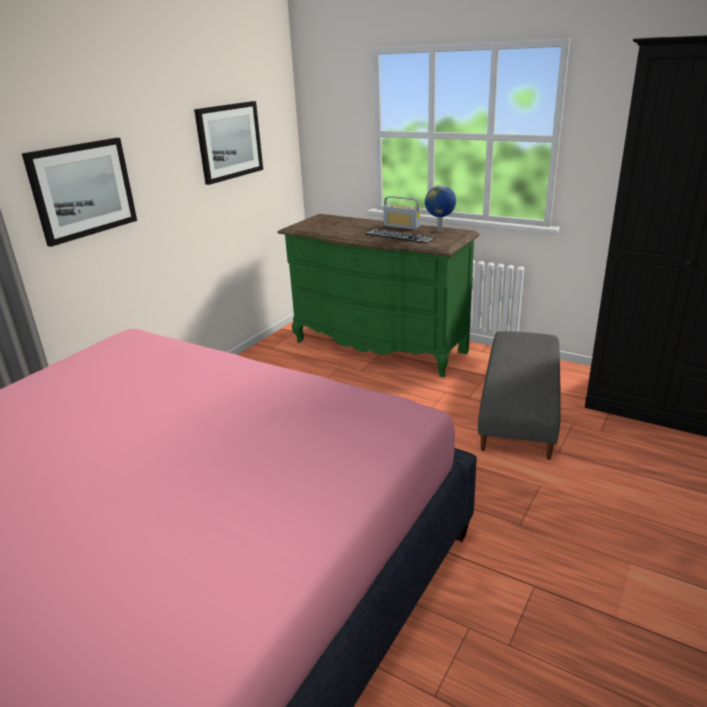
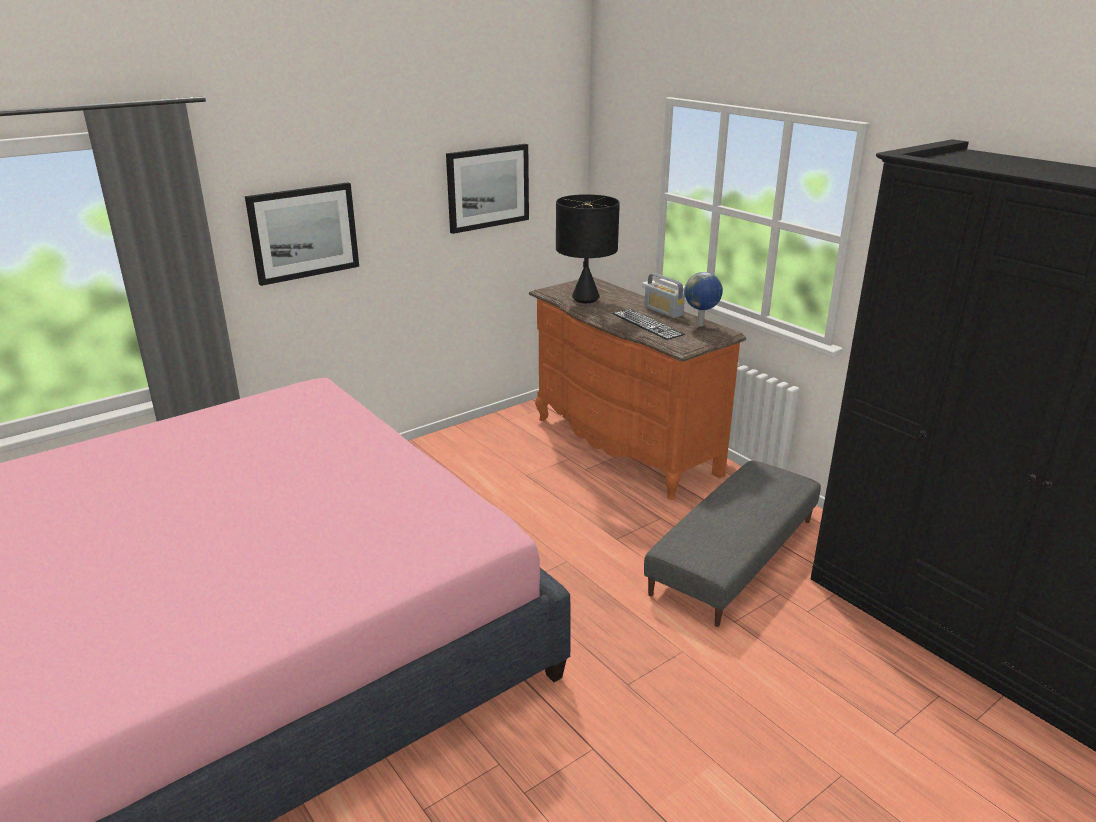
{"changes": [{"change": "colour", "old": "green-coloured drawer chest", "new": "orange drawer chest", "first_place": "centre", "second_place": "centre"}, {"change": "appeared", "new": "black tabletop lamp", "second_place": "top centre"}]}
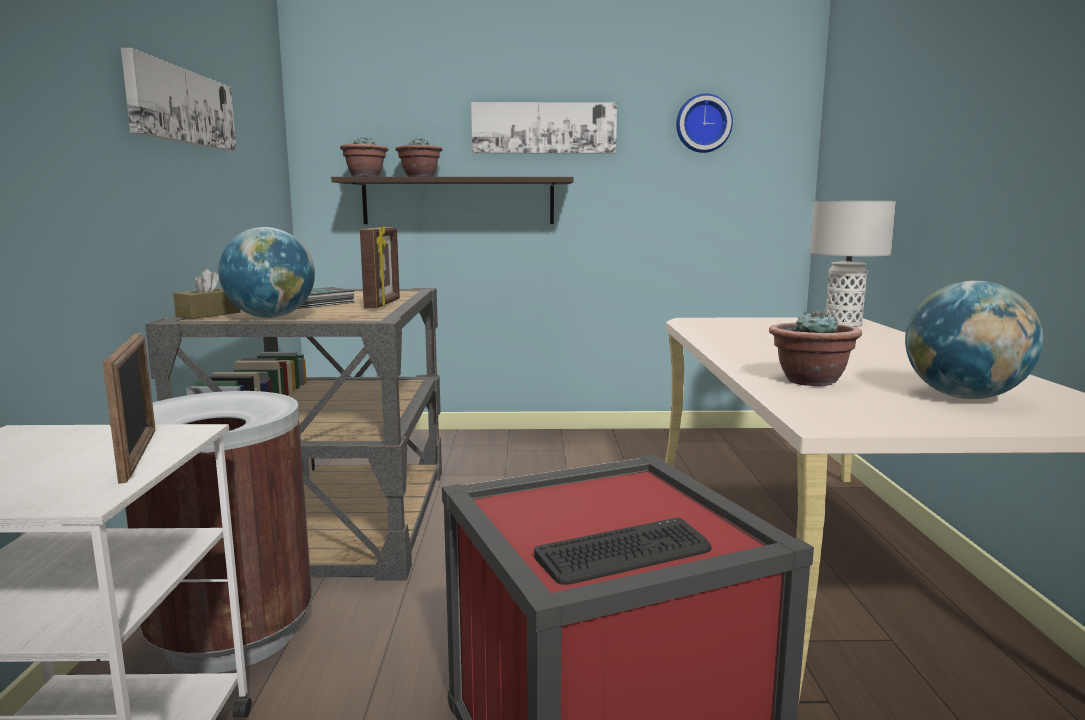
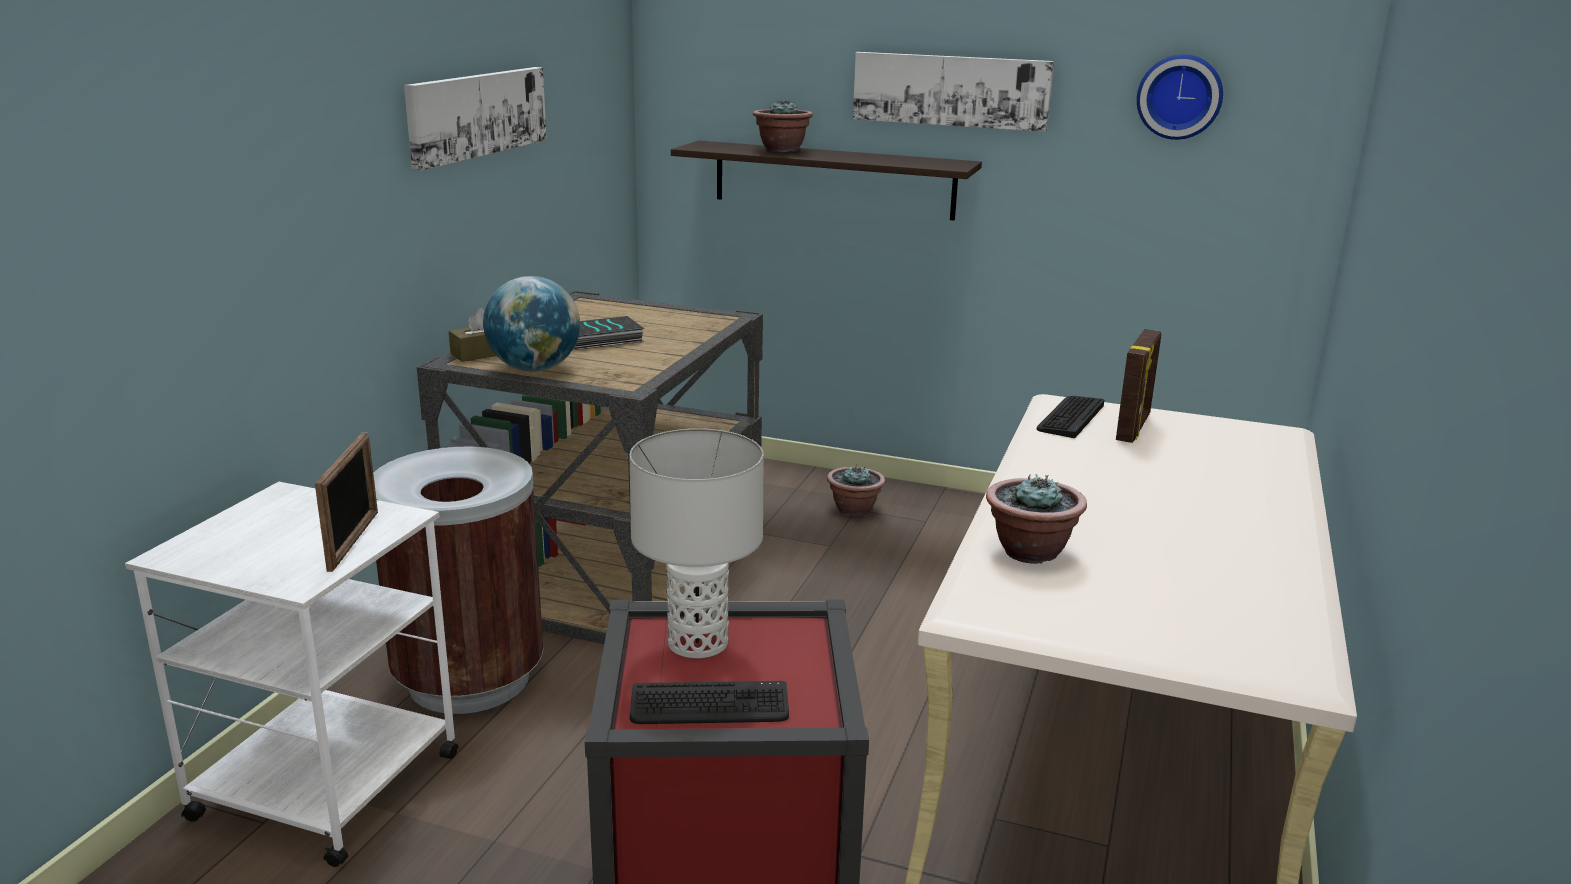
{"changes": [{"change": "relocated", "old": "whitish tabletop lamp", "first_place": "middle right", "second_place": "centre"}, {"change": "relocated", "old": "houseplant (no. 1 from left in the first image)", "new": "houseplant (no. 2 from left)", "first_place": "top centre", "second_place": "centre"}, {"change": "appeared", "new": "keyboard (no. 2 from left)", "second_place": "middle right"}, {"change": "relocated", "old": "standing frame (no. 2 from left)", "first_place": "centre", "second_place": "middle right"}, {"change": "missing", "old": "globe (no. 2 from left)", "first_place": "middle right"}]}
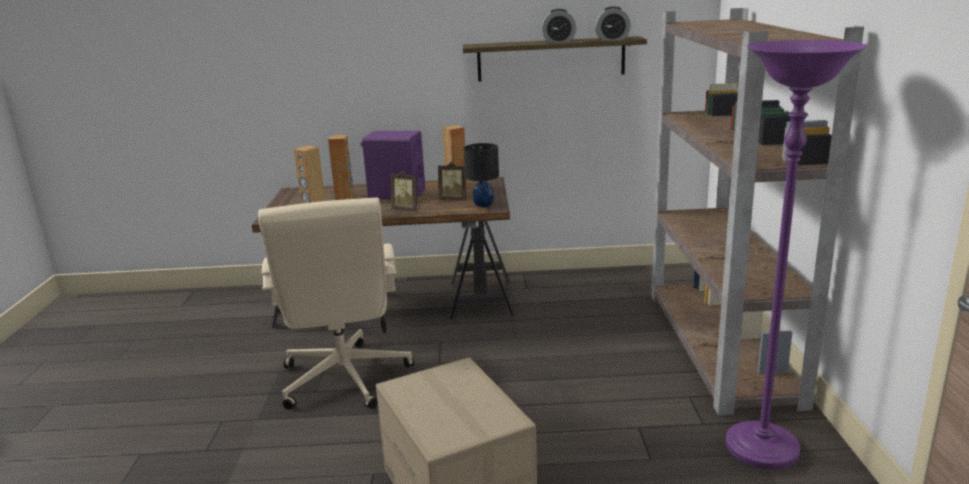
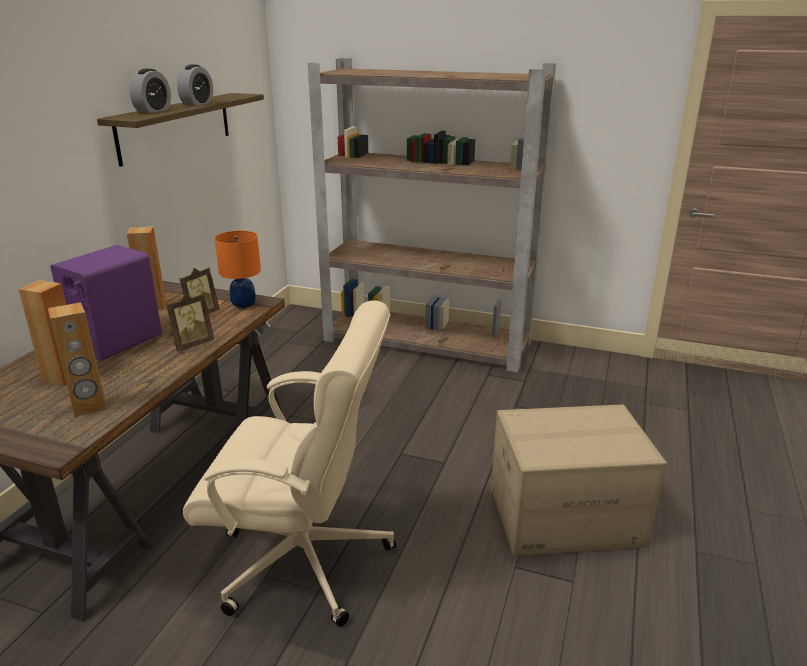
{"changes": [{"change": "relocated", "old": "bedside clock (no. 2 from left in the first image)", "new": "bedside clock (no. 1 from left)", "first_place": "top centre", "second_place": "top left"}, {"change": "colour", "old": "black tabletop lamp", "new": "orange tabletop lamp", "first_place": "centre", "second_place": "middle left"}, {"change": "missing", "old": "purple-coloured standard lamp", "first_place": "middle right"}]}
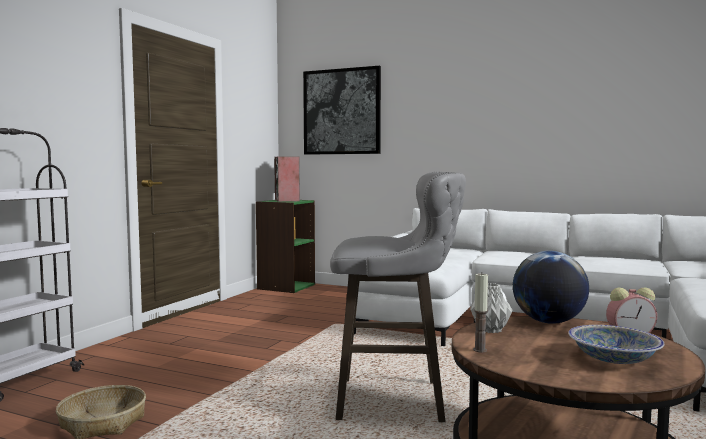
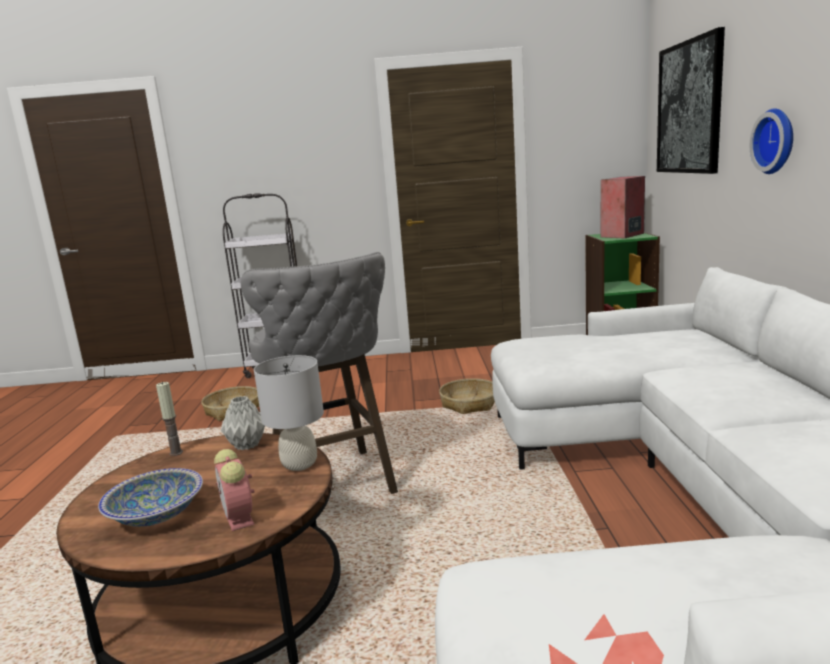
{"changes": [{"change": "exchanged", "old": "globe", "new": "grey tabletop lamp", "first_place": "middle right", "second_place": "centre"}, {"change": "appeared", "new": "basket (no. 2 from left)", "second_place": "centre"}, {"change": "appeared", "new": "hanging clock", "second_place": "top right"}]}
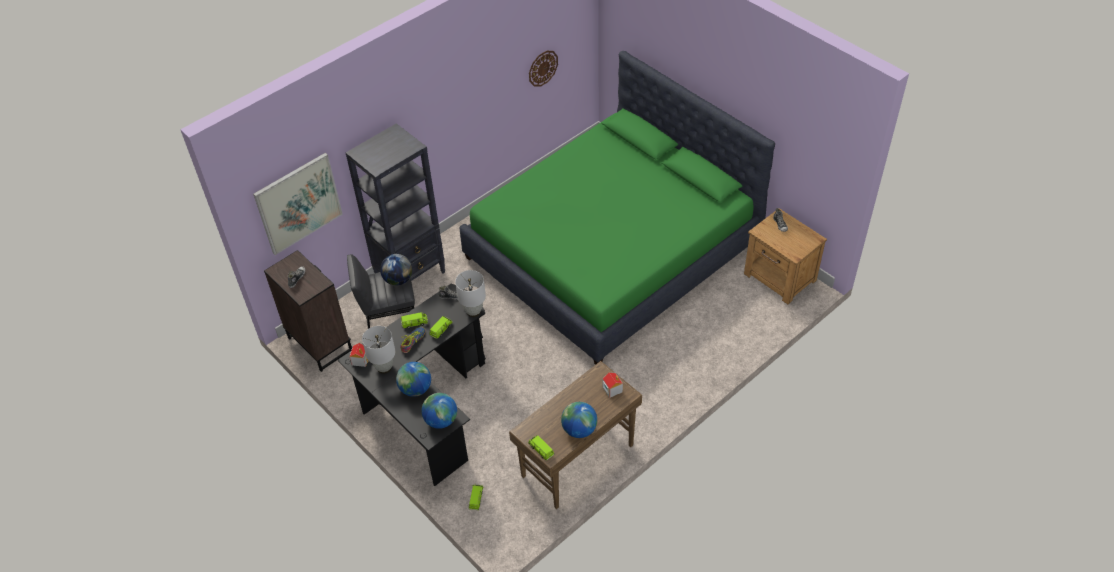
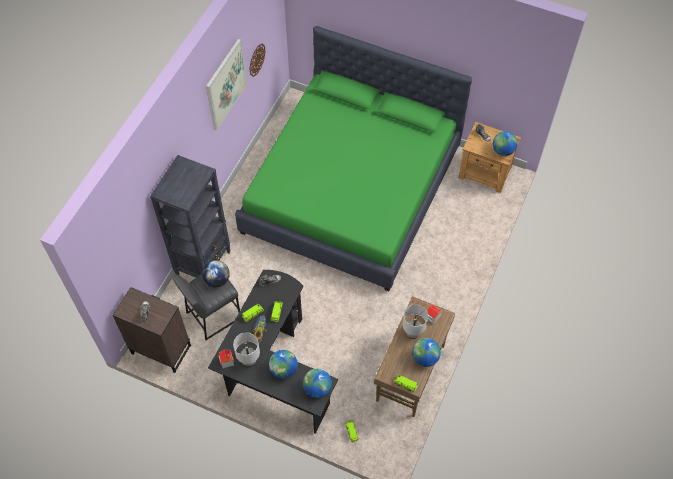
{"changes": [{"change": "relocated", "old": "wall picture", "first_place": "middle left", "second_place": "top centre"}, {"change": "relocated", "old": "whitish tabletop lamp (no. 2 from left)", "first_place": "centre", "second_place": "bottom centre"}, {"change": "appeared", "new": "globe (no. 5 from left)", "second_place": "top right"}]}
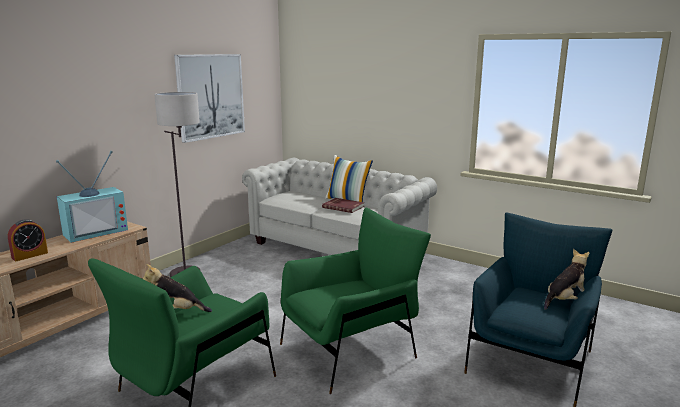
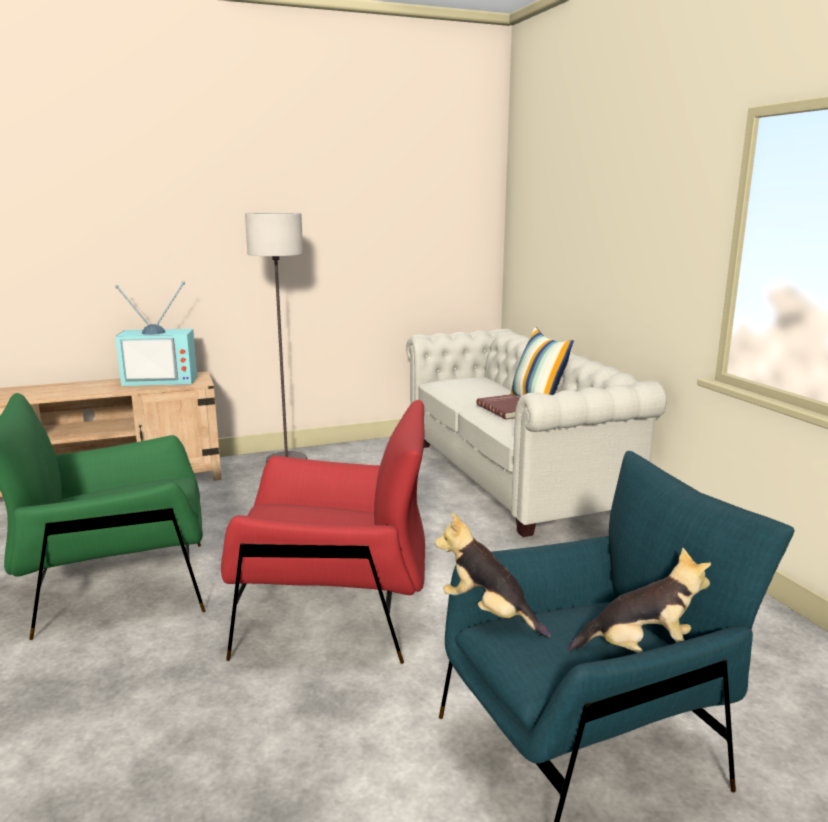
{"changes": [{"change": "colour", "old": "green-coloured lounge chair (no. 2 from left)", "new": "red lounge chair", "first_place": "bottom centre", "second_place": "centre"}, {"change": "relocated", "old": "cuddly toy (no. 1 from left)", "first_place": "bottom left", "second_place": "bottom centre"}, {"change": "missing", "old": "bedside clock", "first_place": "middle left"}, {"change": "missing", "old": "wall picture", "first_place": "top left"}]}
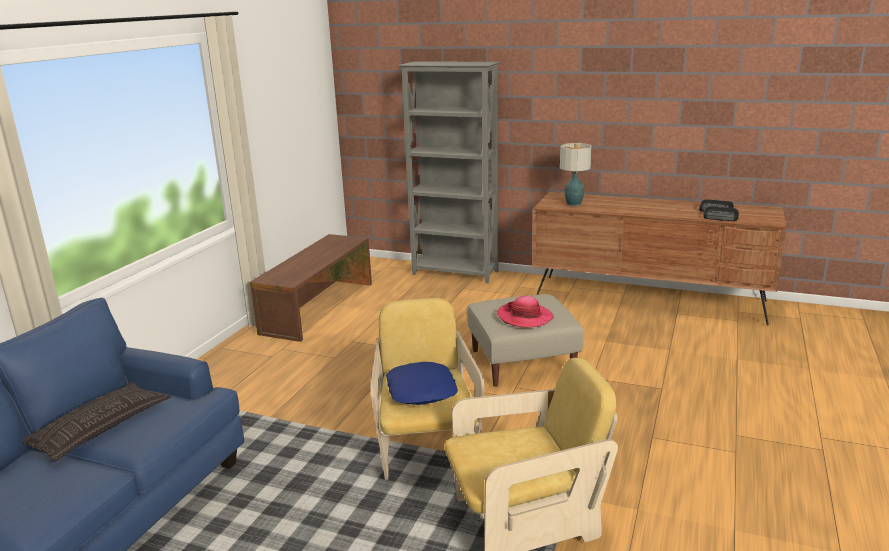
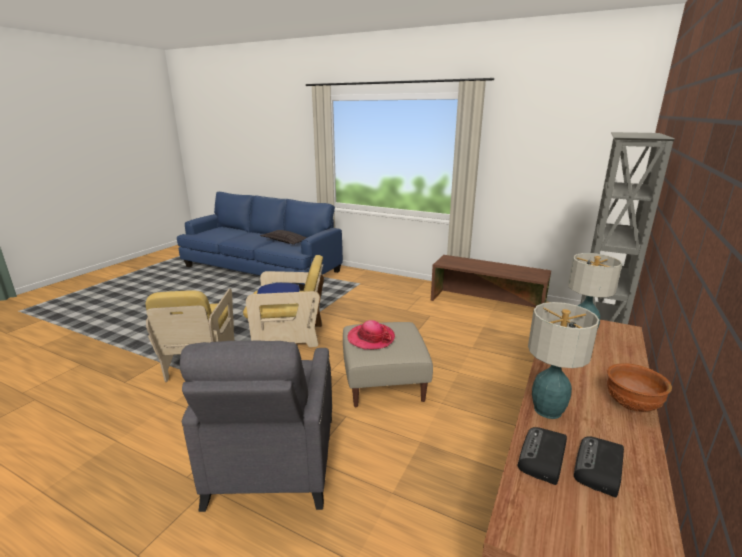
{"changes": [{"change": "appeared", "new": "grey lounge chair", "second_place": "bottom centre"}, {"change": "appeared", "new": "tabletop lamp (no. 1 from left)", "second_place": "middle right"}, {"change": "appeared", "new": "brownish serving bowl", "second_place": "bottom right"}]}
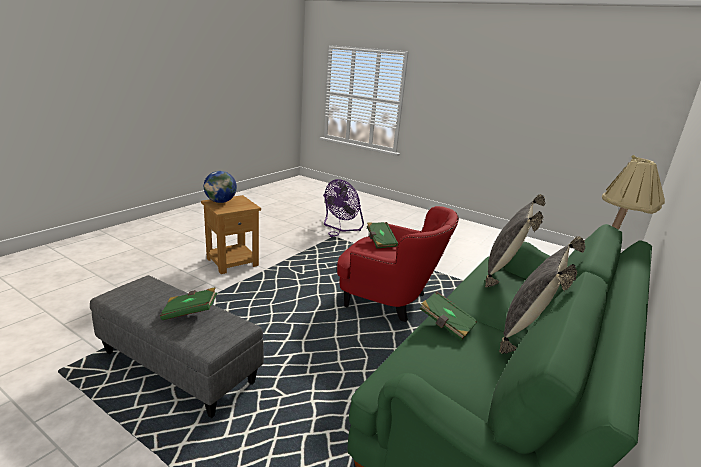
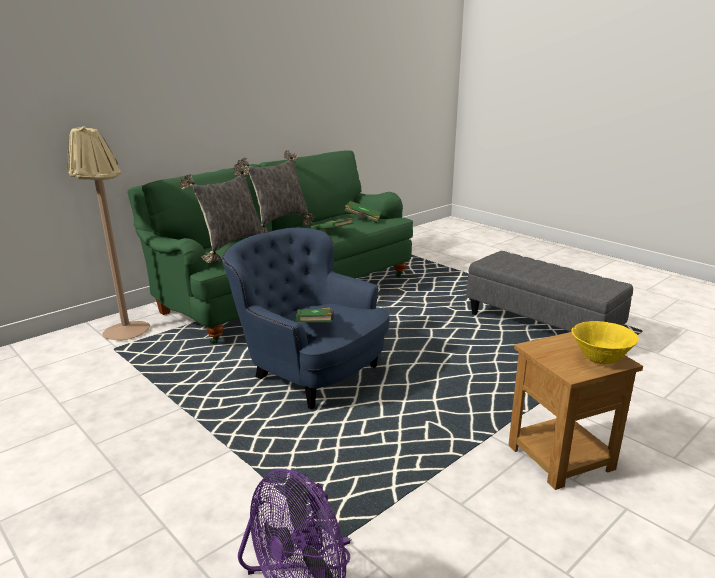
{"changes": [{"change": "colour", "old": "red lounge chair", "new": "blue-coloured lounge chair", "first_place": "centre", "second_place": "centre"}, {"change": "relocated", "old": "green-coloured volume (no. 1 from left in the first image)", "new": "green-coloured volume (no. 3 from left)", "first_place": "middle left", "second_place": "centre"}, {"change": "exchanged", "old": "globe", "new": "yellowish serving bowl", "first_place": "middle left", "second_place": "middle right"}]}
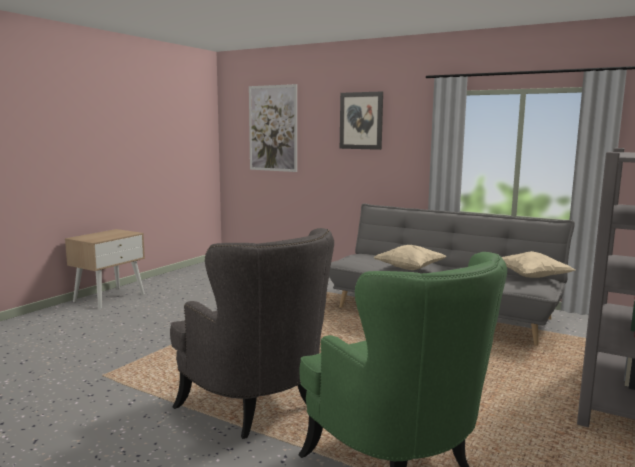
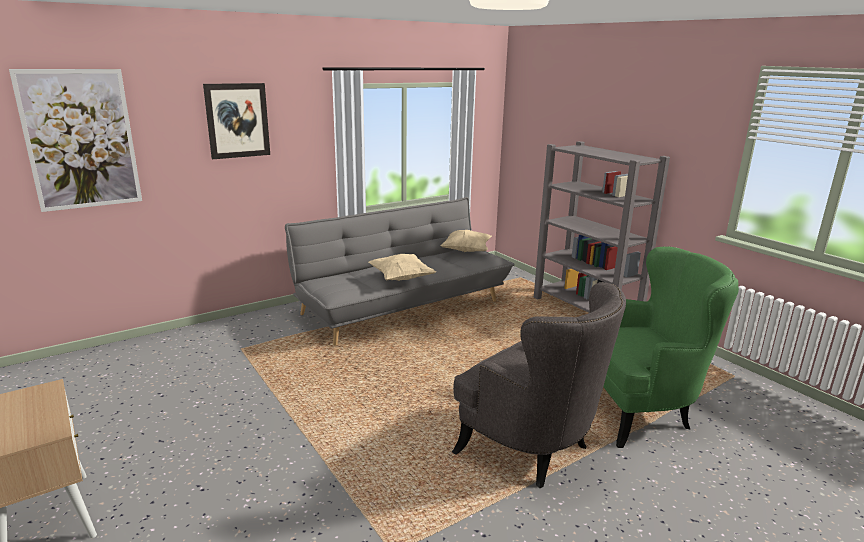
{"changes": [{"change": "spun", "old": "grey lounge chair", "first_place": "bottom centre", "second_place": "bottom centre", "degrees": 60}]}
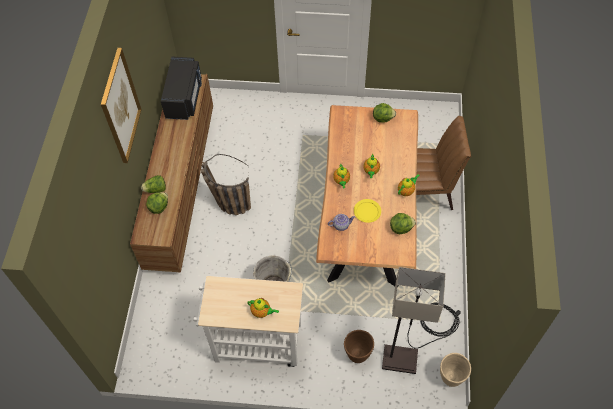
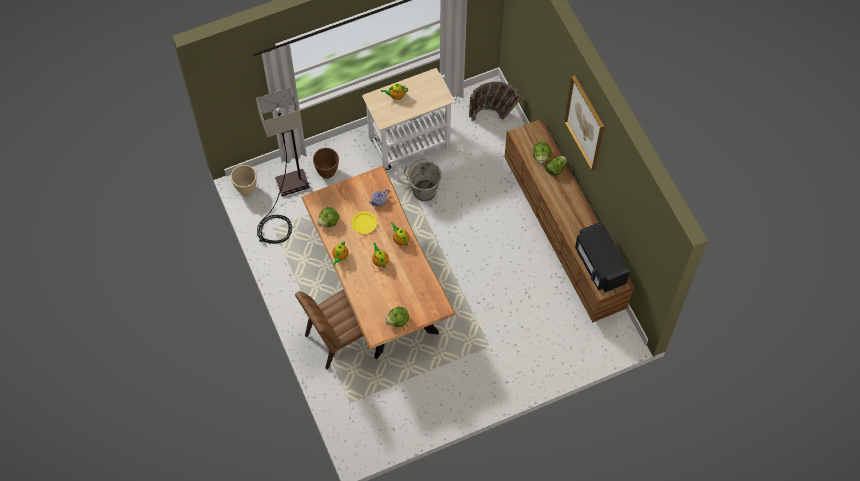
{"changes": [{"change": "relocated", "old": "basket", "first_place": "centre", "second_place": "top centre"}]}
